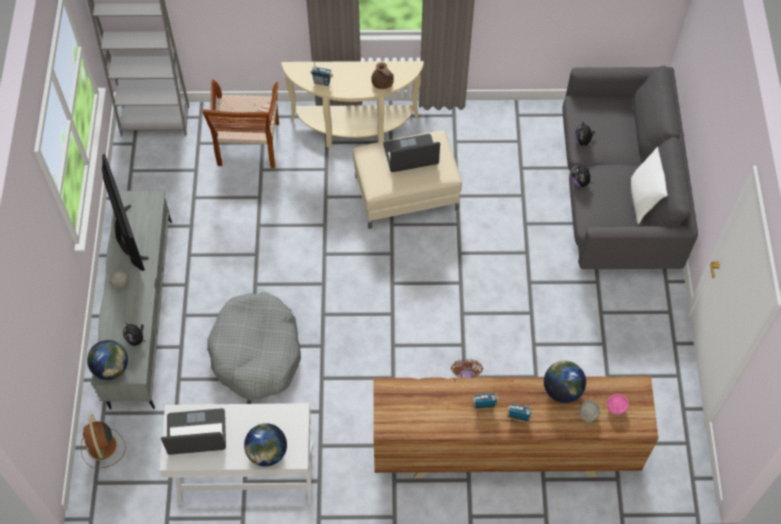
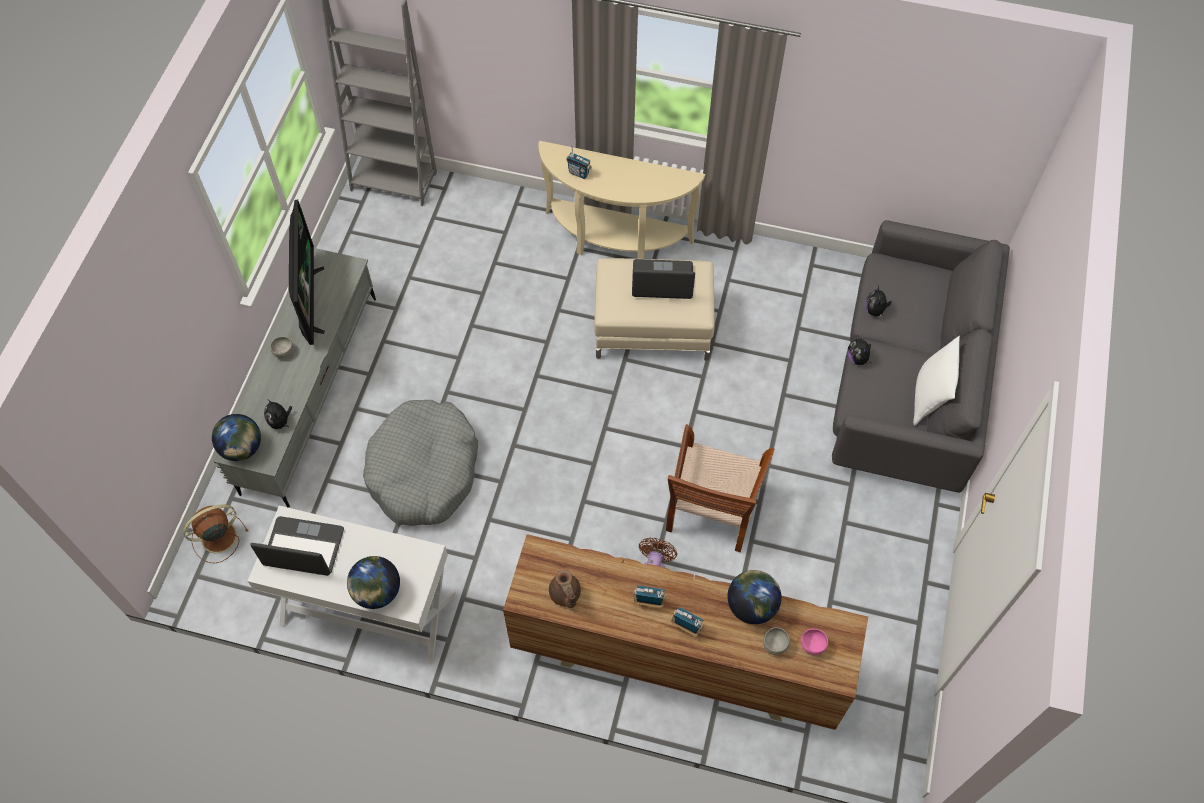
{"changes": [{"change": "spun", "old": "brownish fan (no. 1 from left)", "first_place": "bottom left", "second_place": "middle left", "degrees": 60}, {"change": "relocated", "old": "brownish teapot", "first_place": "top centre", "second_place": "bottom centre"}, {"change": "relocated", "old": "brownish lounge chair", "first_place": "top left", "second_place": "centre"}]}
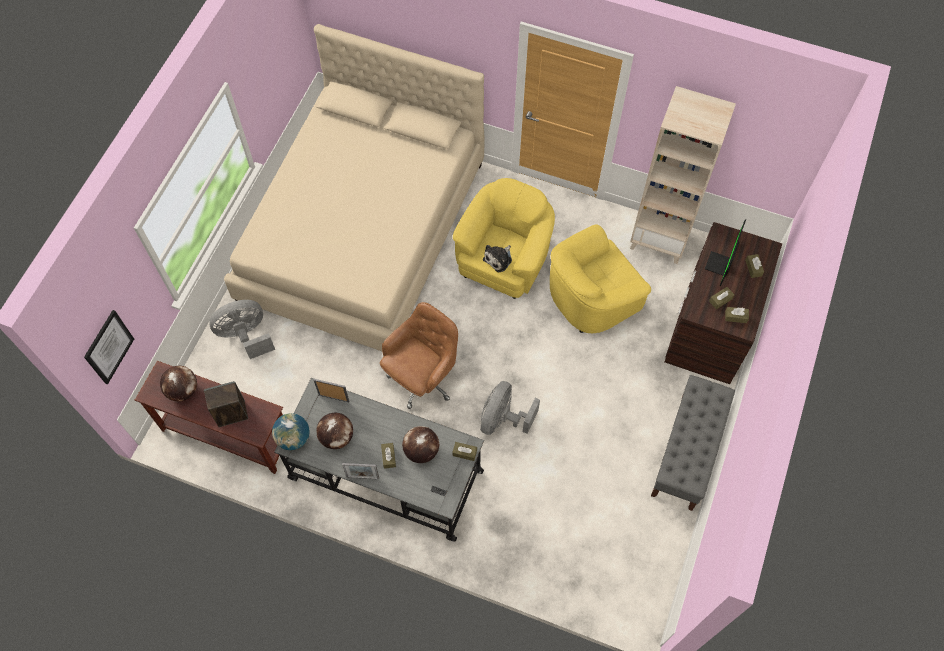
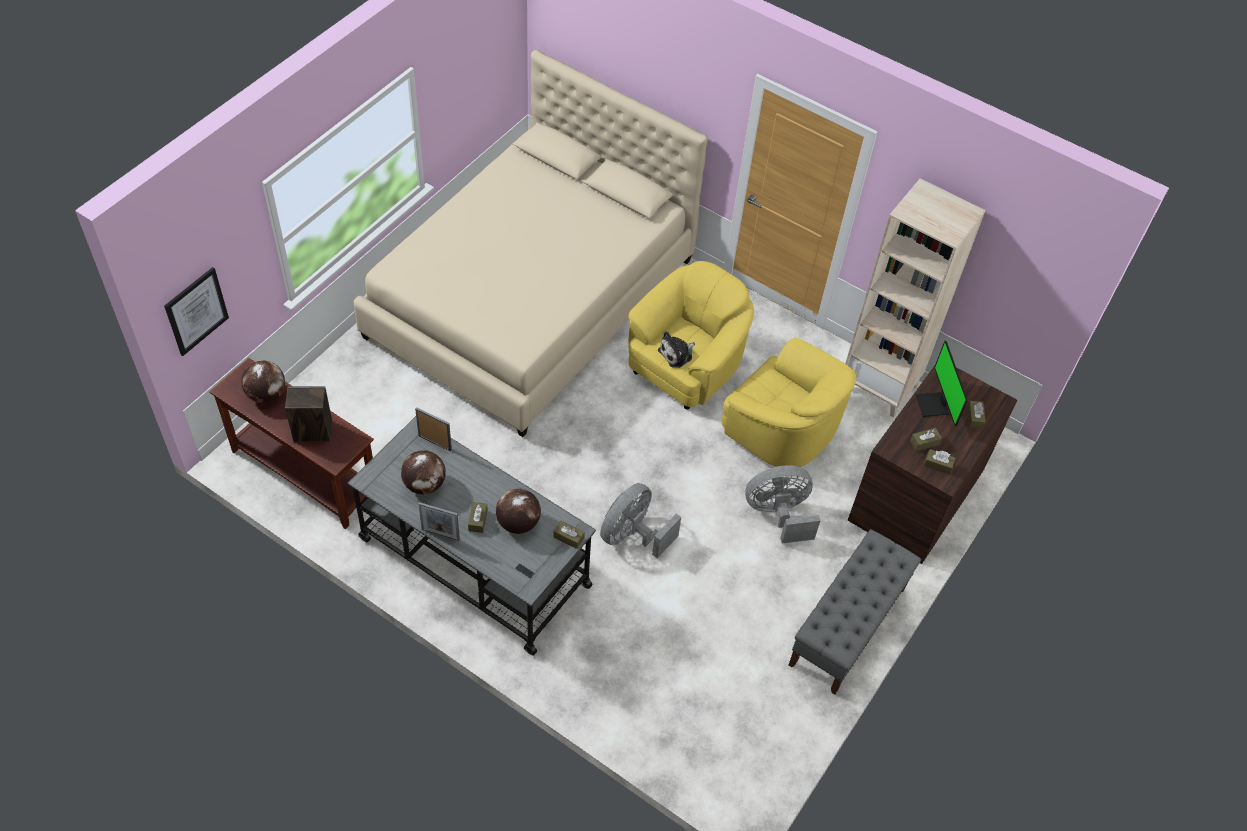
{"changes": [{"change": "spun", "old": "yellowish lounge chair (no. 2 from left)", "first_place": "centre", "second_place": "centre", "degrees": -120}, {"change": "relocated", "old": "grey fan (no. 1 from left in the first image)", "new": "grey fan (no. 2 from left)", "first_place": "middle left", "second_place": "centre"}, {"change": "spun", "old": "monitor", "first_place": "middle right", "second_place": "middle right", "degrees": -45}, {"change": "missing", "old": "globe (no. 2 from left)", "first_place": "middle left"}, {"change": "missing", "old": "brownish office chair", "first_place": "centre"}]}
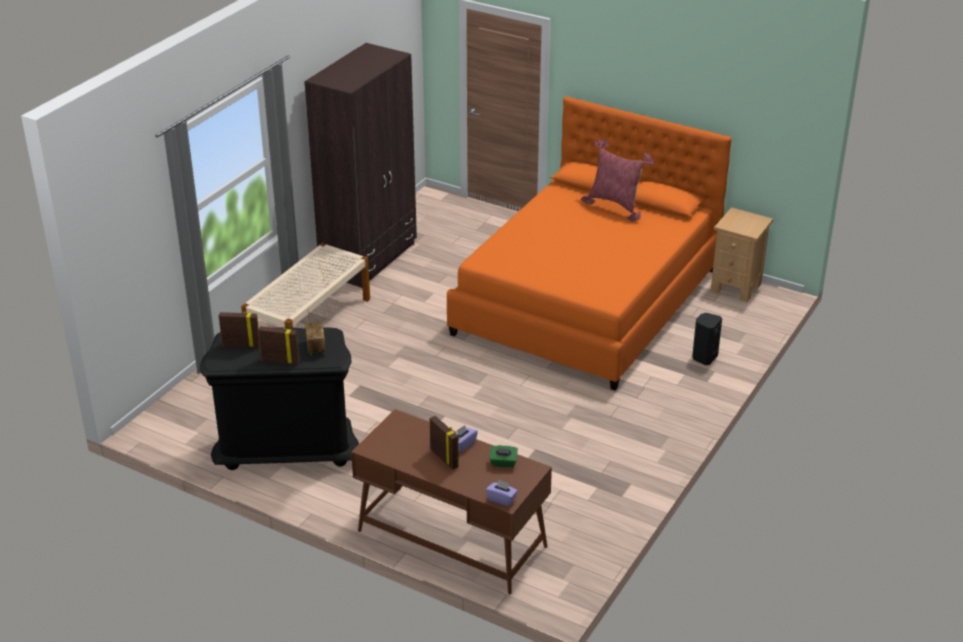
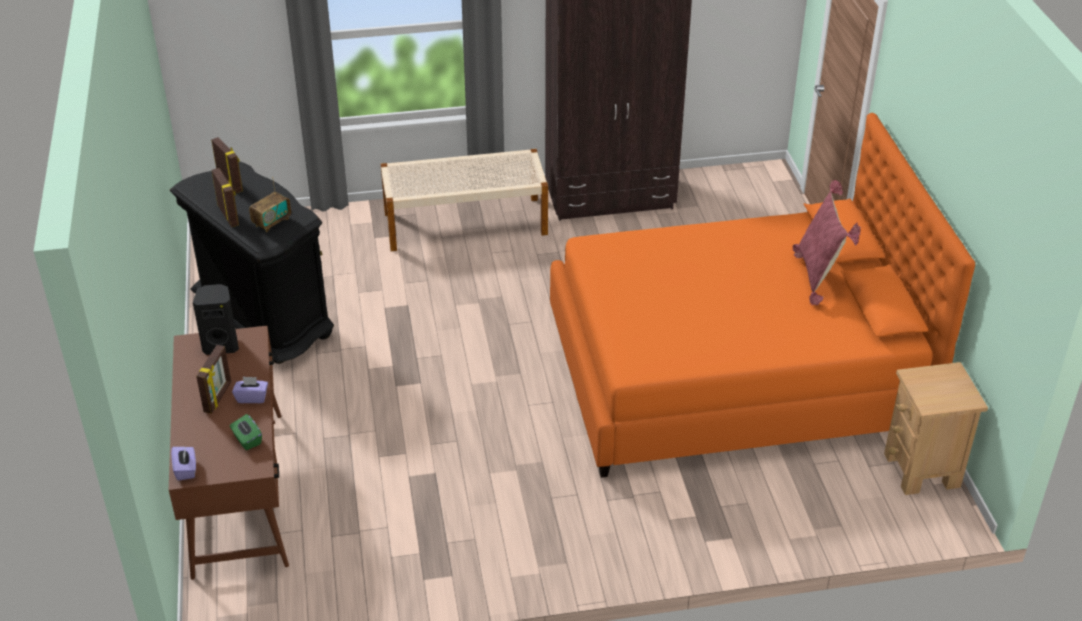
{"changes": [{"change": "relocated", "old": "black audio speaker", "first_place": "middle right", "second_place": "middle left"}]}
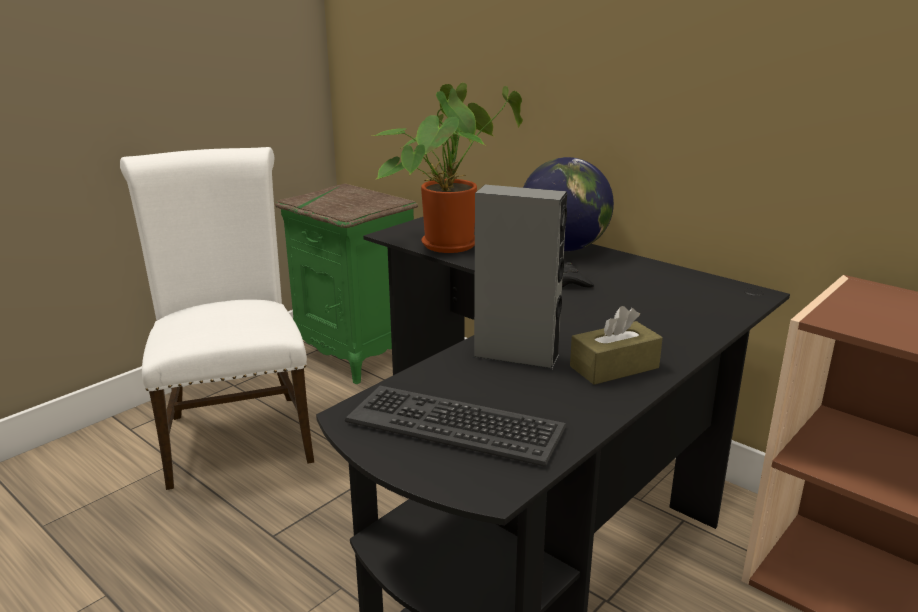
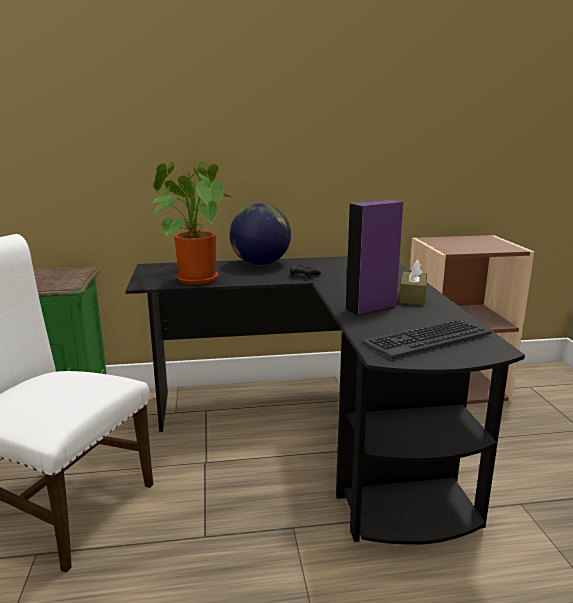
{"changes": [{"change": "colour", "old": "grey audio speaker", "new": "purple-coloured audio speaker", "first_place": "centre", "second_place": "centre"}]}
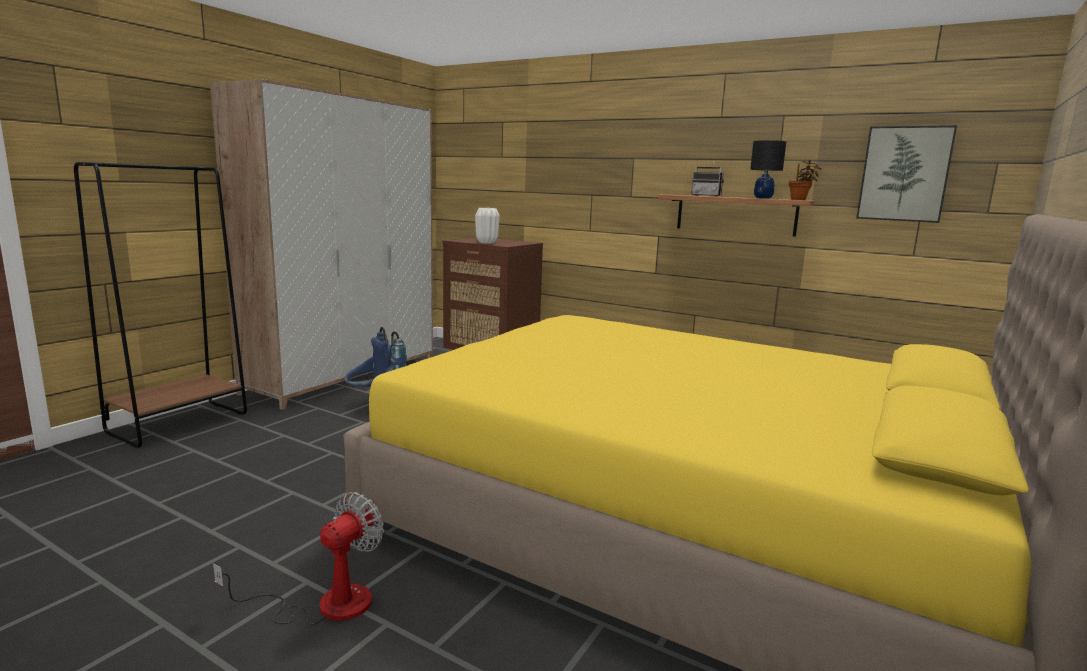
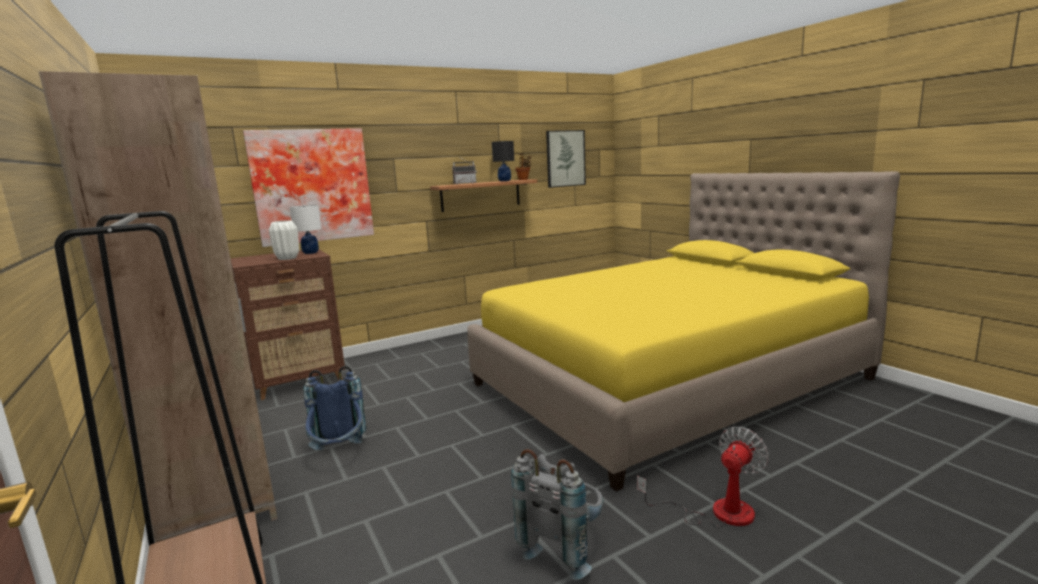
{"changes": [{"change": "appeared", "new": "wall picture (no. 1 from left)", "second_place": "top left"}, {"change": "appeared", "new": "whitish tabletop lamp", "second_place": "middle left"}, {"change": "appeared", "new": "grey rucksack", "second_place": "bottom centre"}, {"change": "spun", "old": "fan", "first_place": "bottom left", "second_place": "bottom right", "degrees": 75}]}
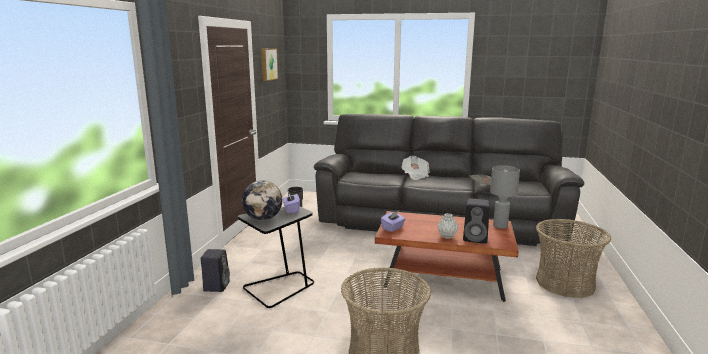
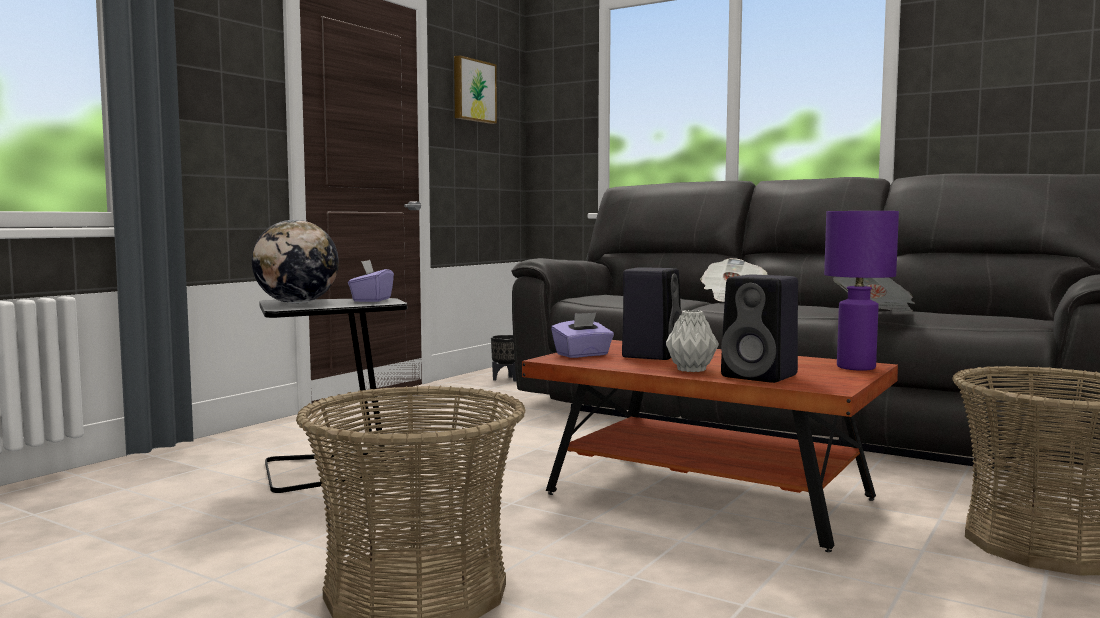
{"changes": [{"change": "relocated", "old": "black audio speaker (no. 1 from left)", "first_place": "bottom left", "second_place": "centre"}, {"change": "colour", "old": "grey tabletop lamp", "new": "purple-coloured tabletop lamp", "first_place": "middle right", "second_place": "middle right"}]}
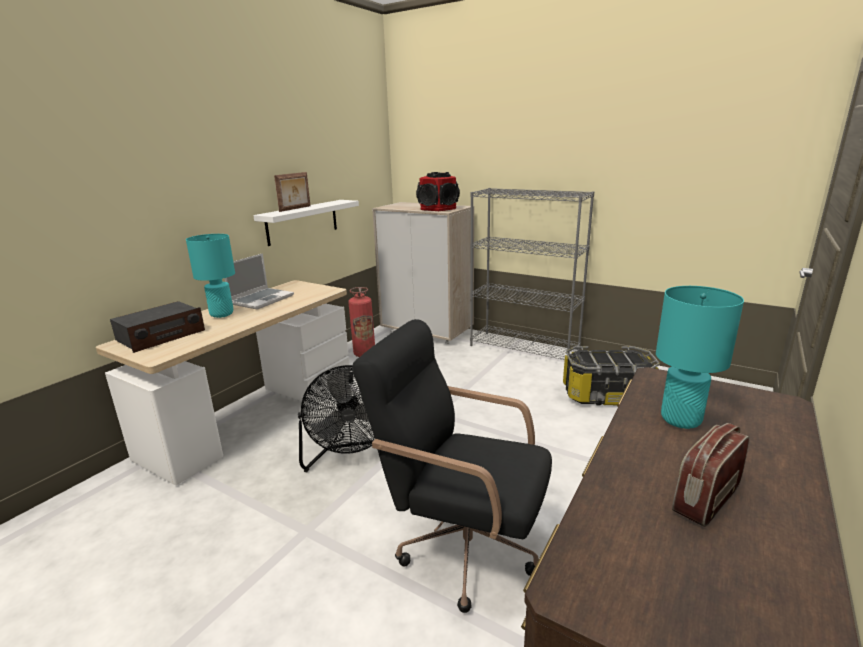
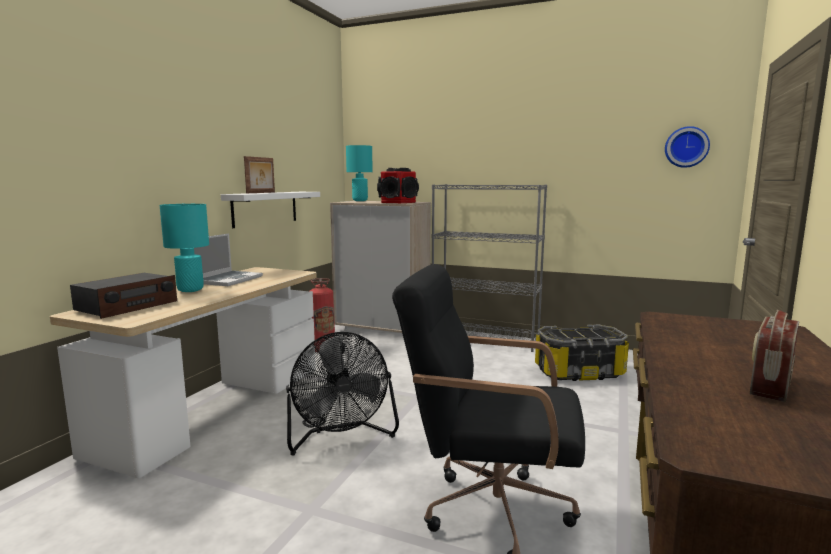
{"changes": [{"change": "relocated", "old": "blue-green tabletop lamp (no. 2 from left)", "first_place": "middle right", "second_place": "top centre"}, {"change": "appeared", "new": "hanging clock", "second_place": "top right"}]}
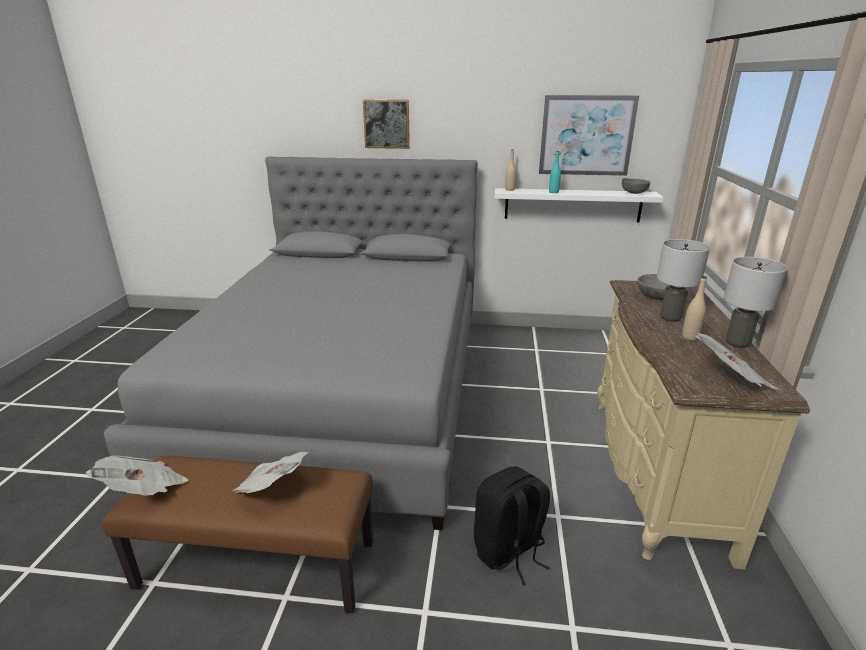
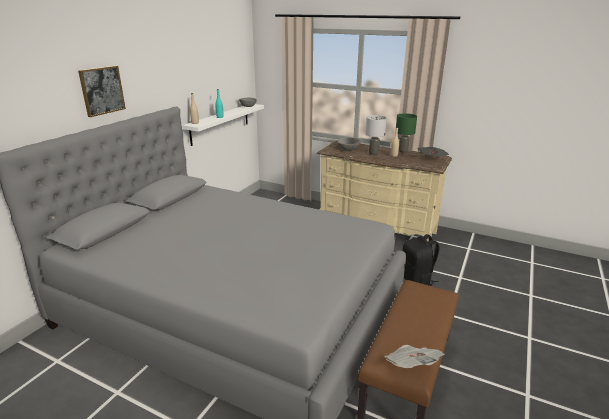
{"changes": [{"change": "colour", "old": "whitish tabletop lamp (no. 2 from left)", "new": "green-coloured tabletop lamp", "first_place": "middle right", "second_place": "top right"}, {"change": "missing", "old": "newspaper (no. 2 from left)", "first_place": "bottom left"}, {"change": "missing", "old": "wall picture (no. 2 from left)", "first_place": "top right"}]}
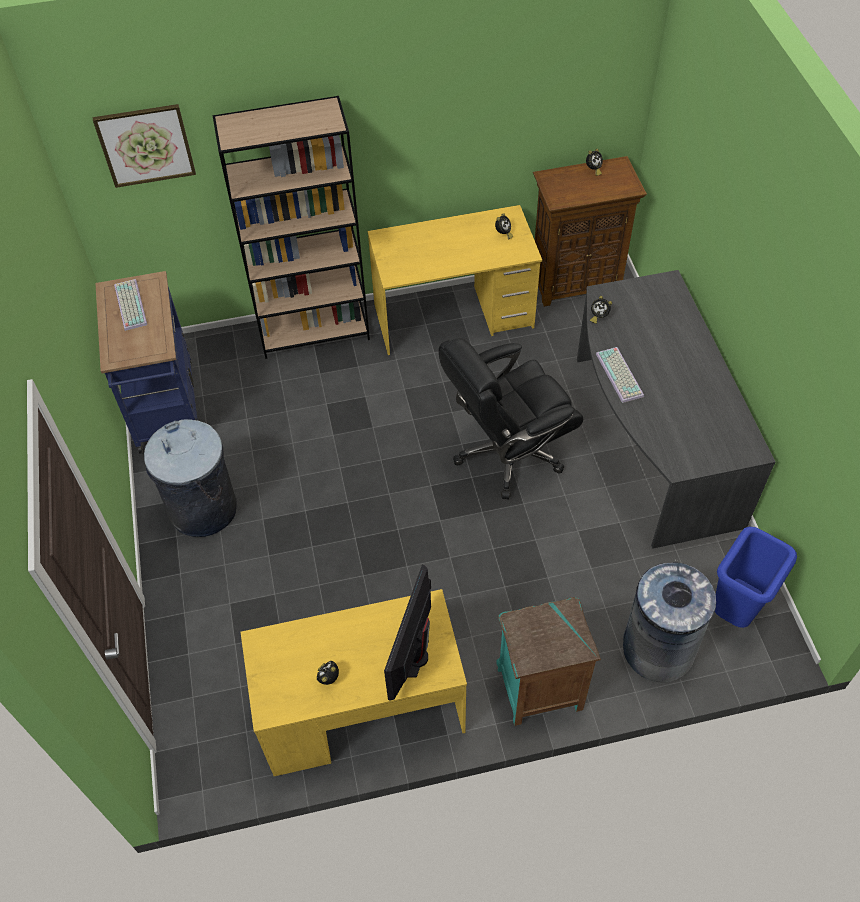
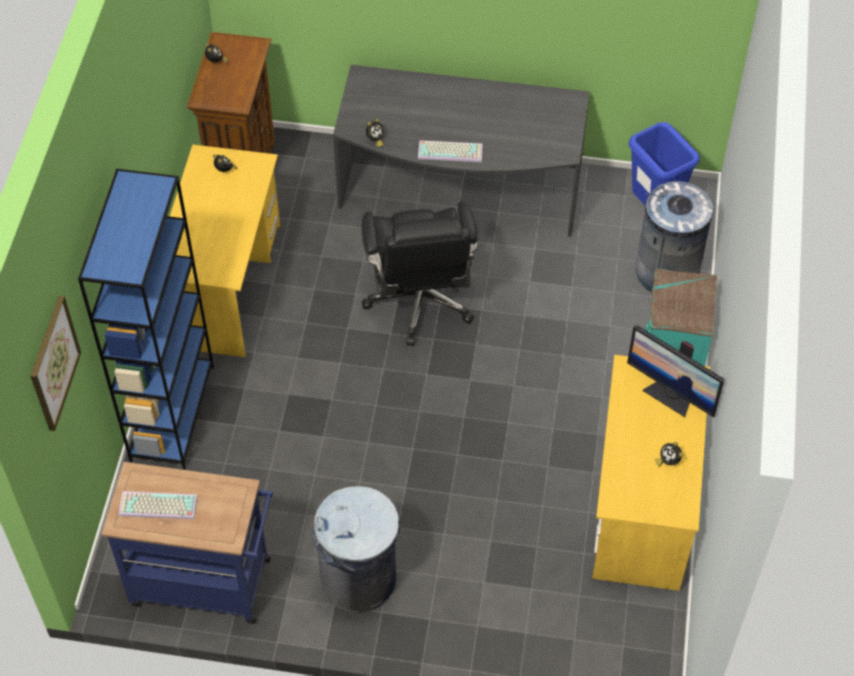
{"changes": [{"change": "colour", "old": "beige-coloured bookcase", "new": "blue-coloured bookcase", "first_place": "top centre", "second_place": "middle left"}]}
